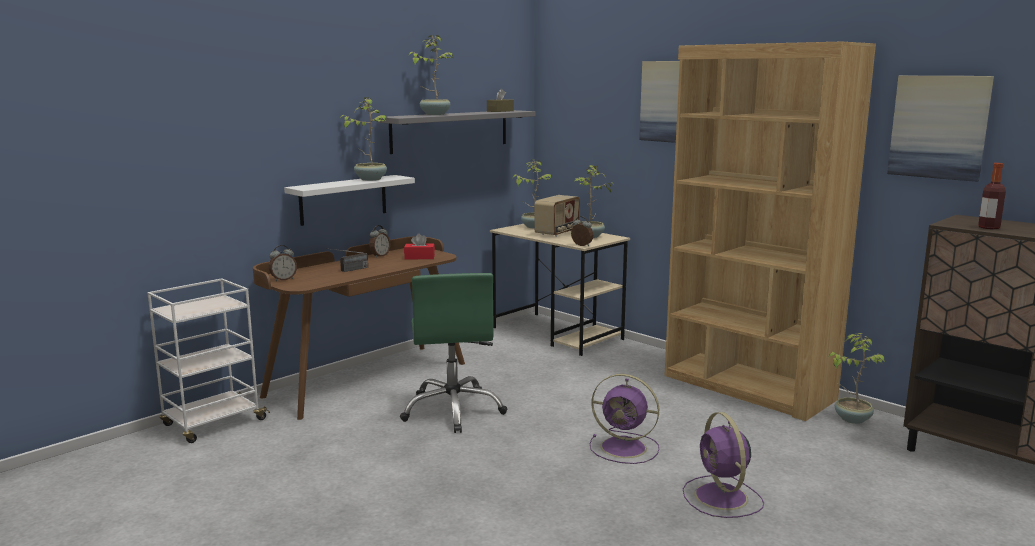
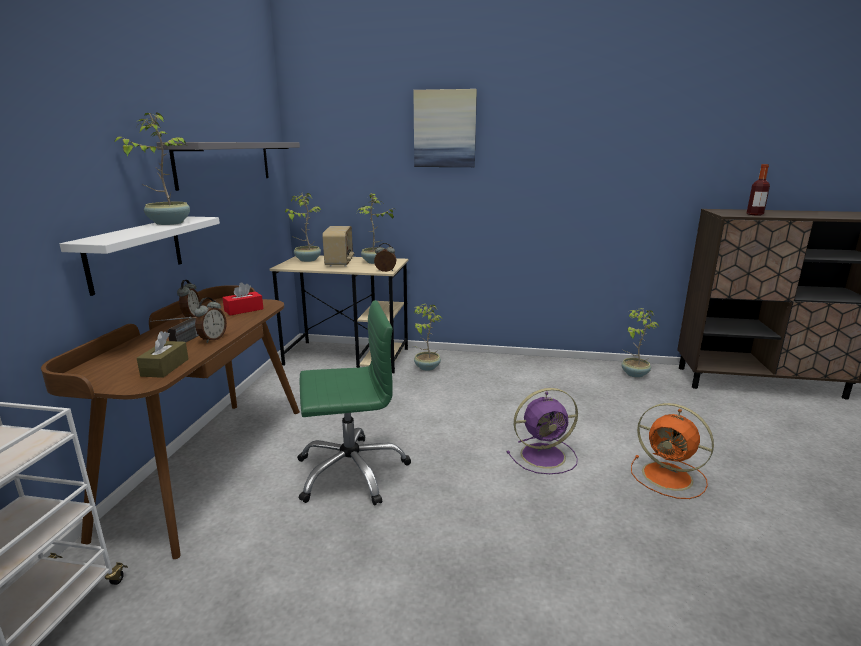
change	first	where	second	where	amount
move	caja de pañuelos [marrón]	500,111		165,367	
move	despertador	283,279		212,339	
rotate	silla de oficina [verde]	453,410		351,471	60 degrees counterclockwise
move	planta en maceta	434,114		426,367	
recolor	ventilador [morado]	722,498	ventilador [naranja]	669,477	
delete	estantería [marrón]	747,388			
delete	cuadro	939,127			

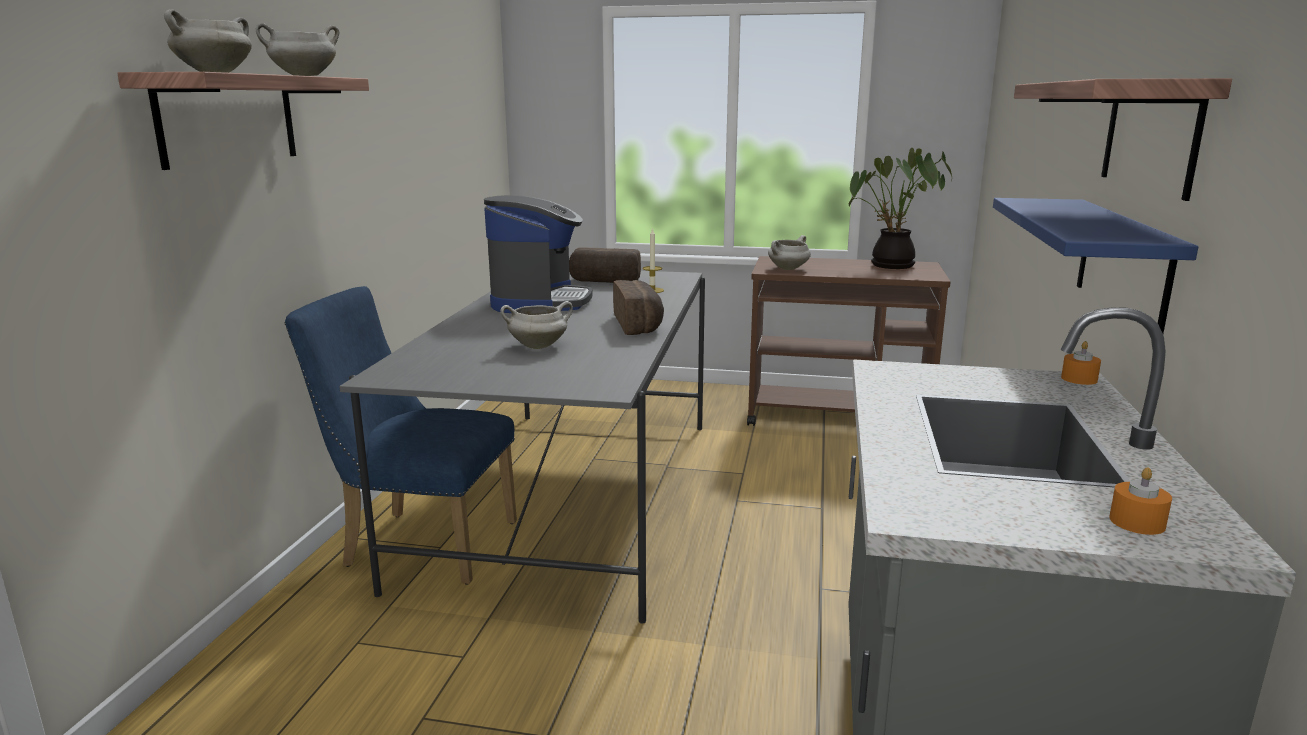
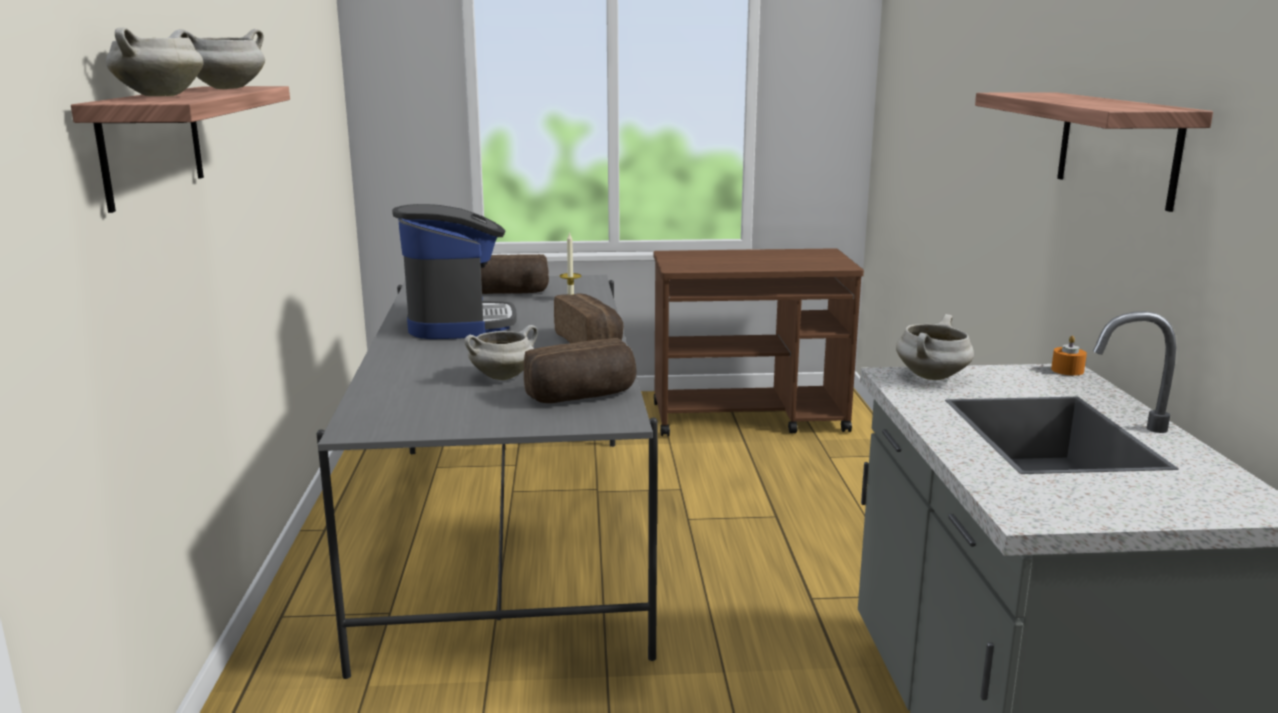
change	first	where	second	where	amount
insert			pan	582,396	
move	olla [blanco]	788,269		932,377	
delete	silla [azul]	419,543			
delete	planta en maceta	890,266			
delete	estante [azul]	1122,266			
delete	vela [naranja]	1137,522			

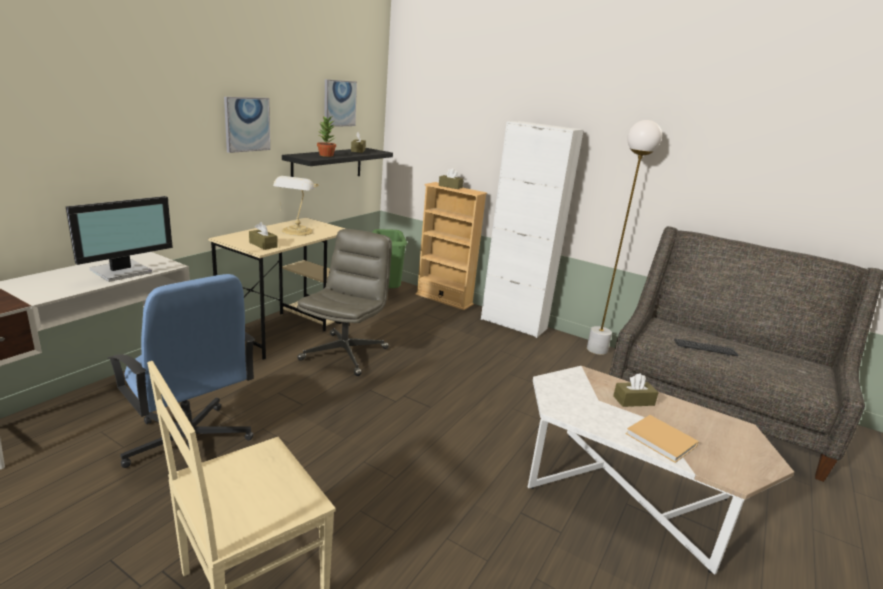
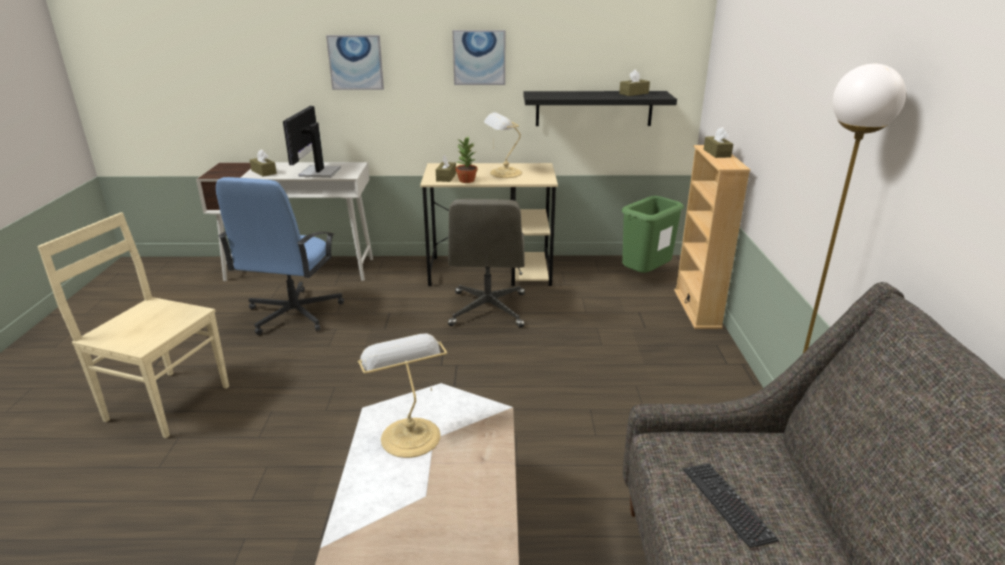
change	first	where	second	where	amount
move	caja de pañuelos [marrón]	633,401		264,172	
rotate	monitor	123,272		318,172	90 degrees clockwise
move	cuadro	339,103		356,62	
insert			lámpara de mesa	409,435	
rotate	silla de oficina [gris]	344,353		488,310	105 degrees clockwise
move	planta en maceta	326,155		466,180	
delete	armario [blanco]	513,324			
delete	libro [beis]	662,441			

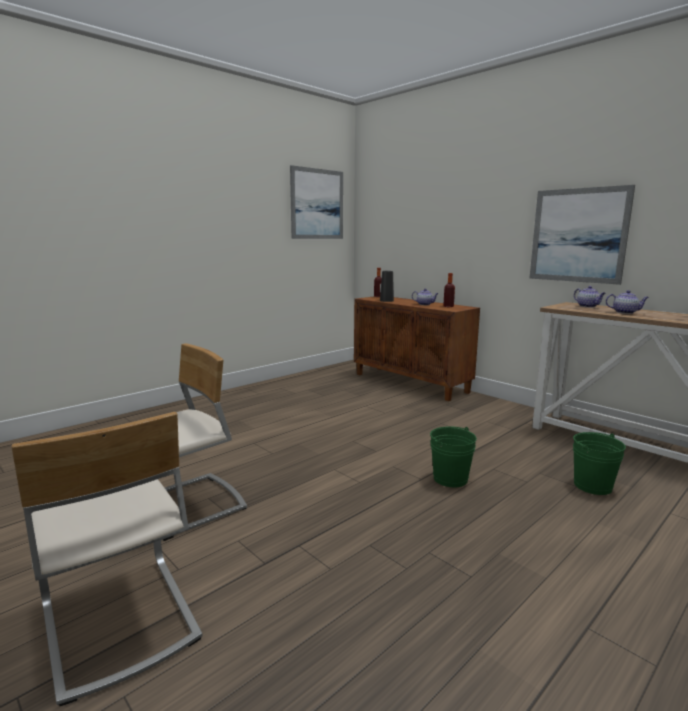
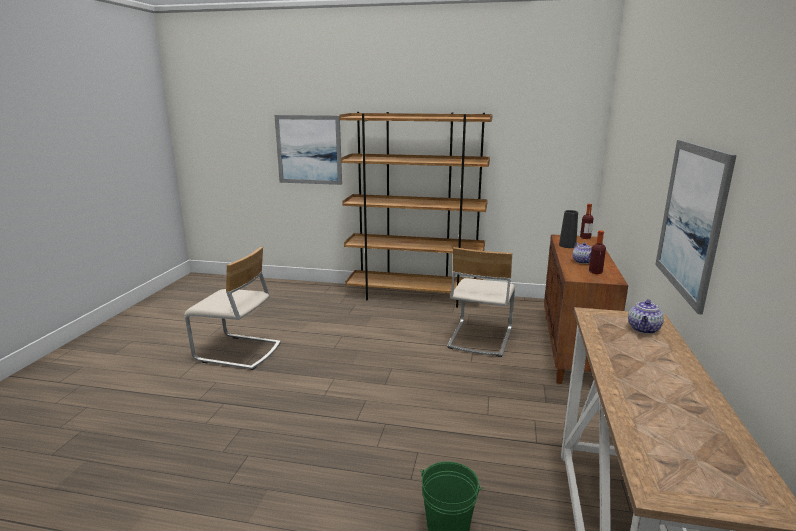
change	first	where	second	where	amount
move	cuadro	317,204		309,150	
insert			estantería [marrón]	414,296	
move	silla [beis]	117,622		479,338	
delete	cubo [verde]	450,478			
delete	tetera	625,312			

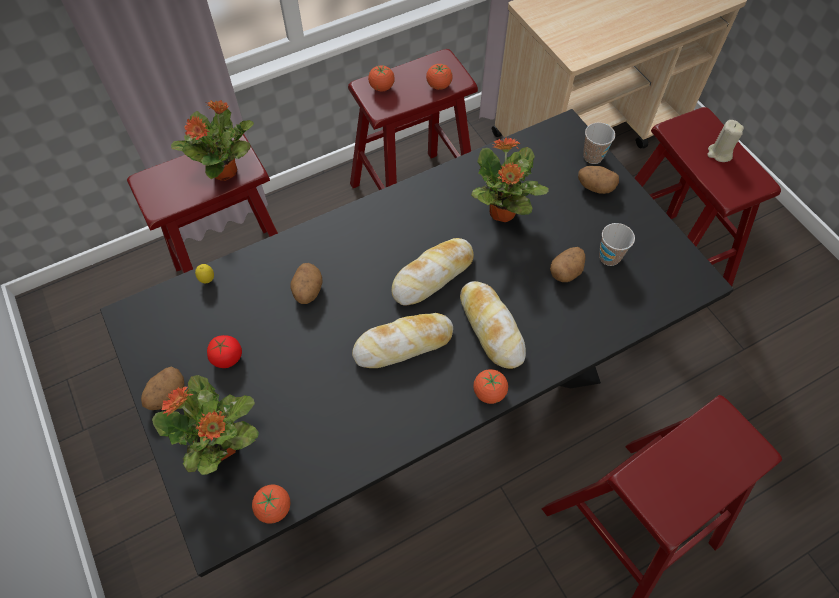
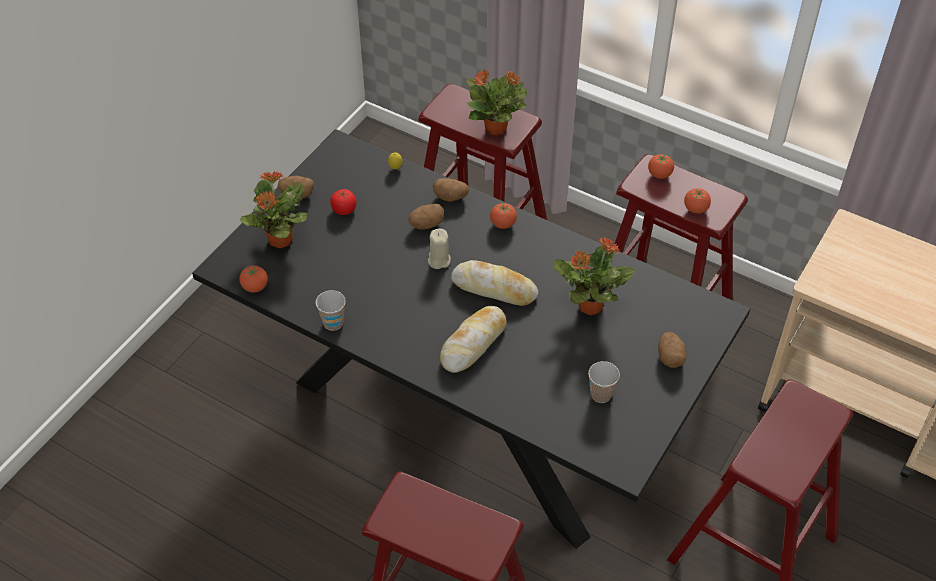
change	first	where	second	where	amount
move	taza	592,156		333,323	
move	vela [beis]	719,153		439,260	
move	patata	566,271		451,197	
move	tomate	489,392		503,224	
delete	pan	403,344			

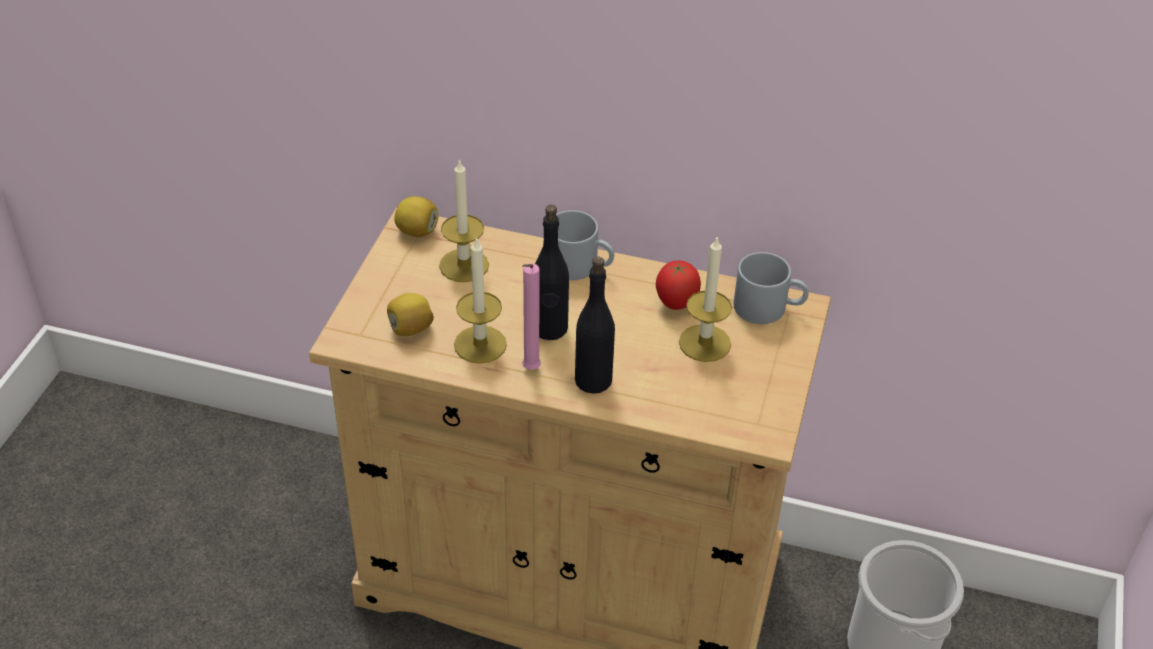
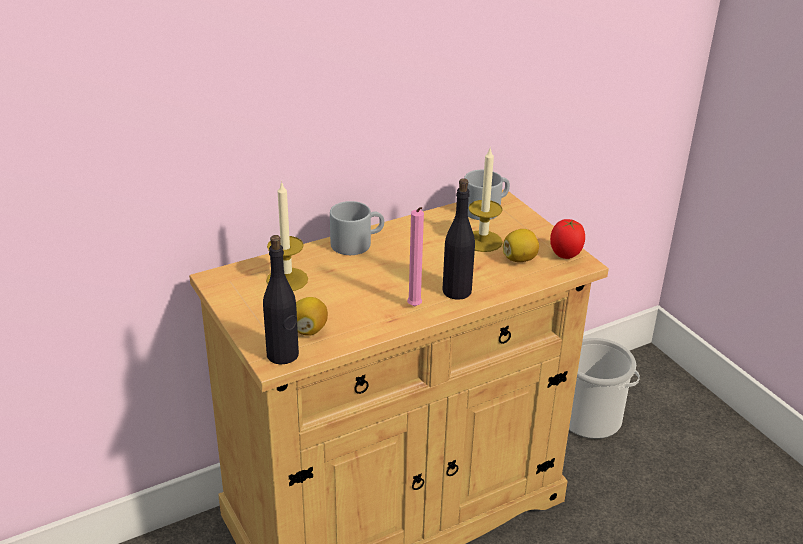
change	first	where	second	where	amount
move	botella [negro]	549,328		283,355	
move	limón	417,231		520,259	
move	tomate	675,304		565,255	
delete	vela	480,344			

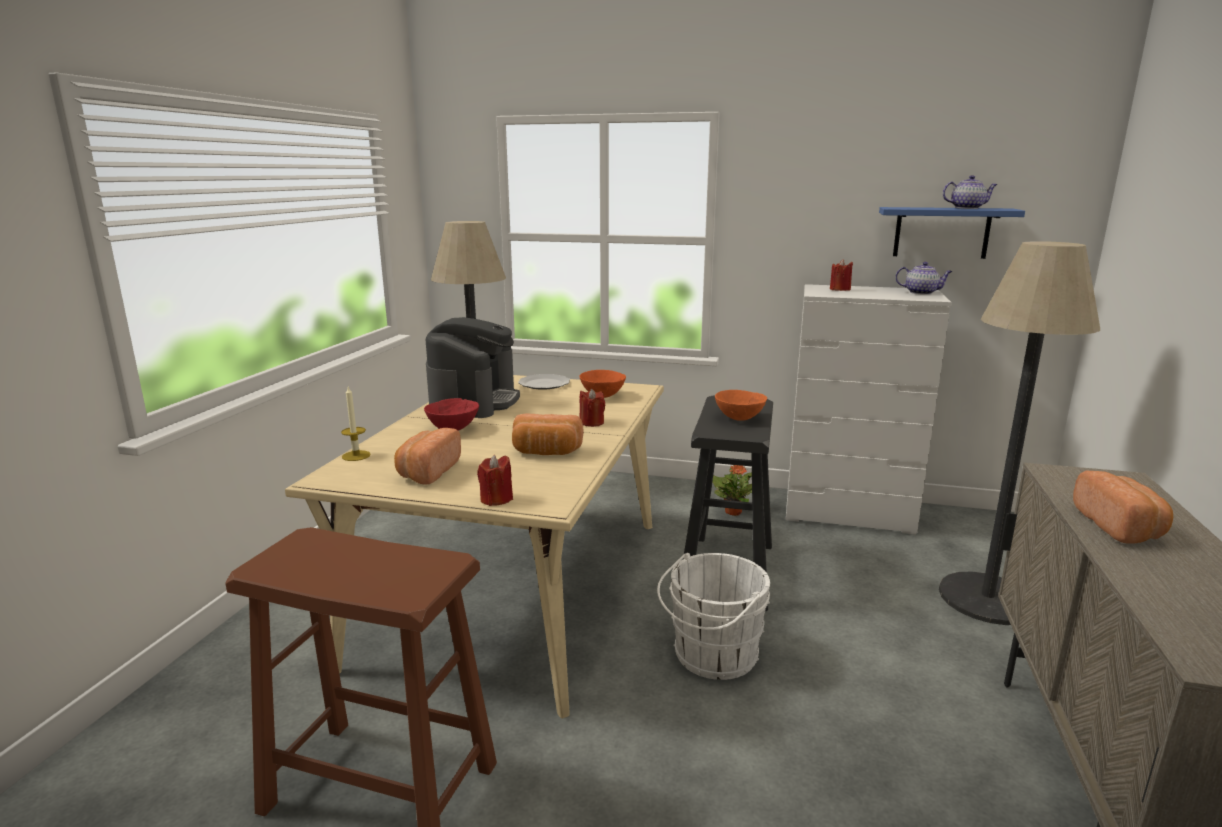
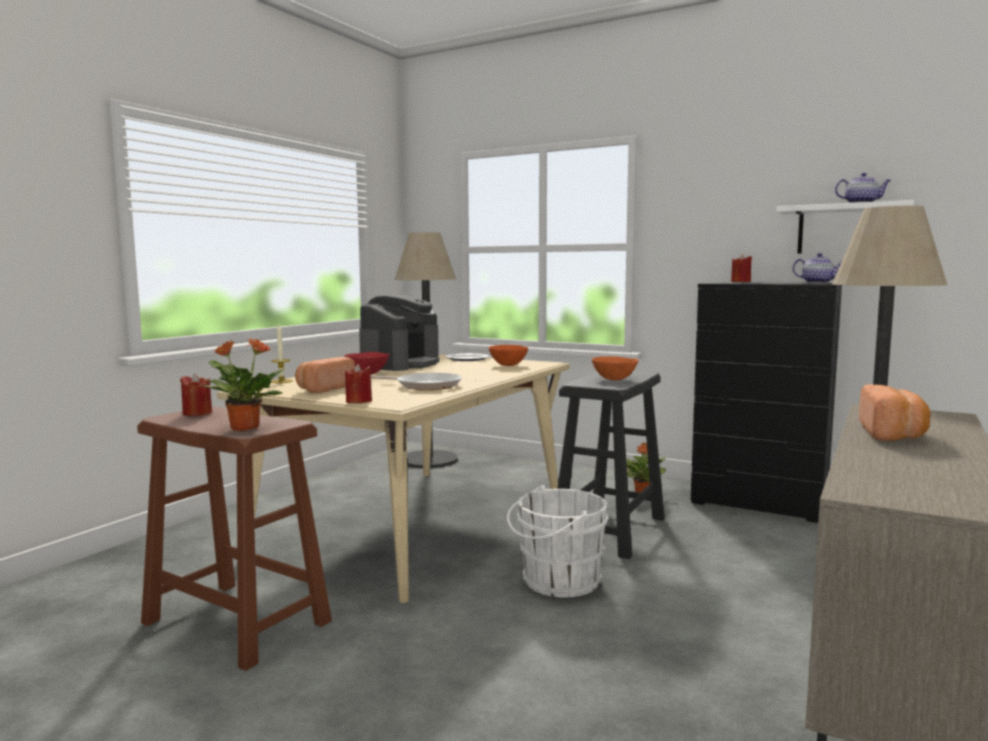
change	first	where	second	where	amount
move	vela [rojo]	591,422		197,413	
insert			planta en maceta	244,428	
replace	pan	546,452	sartén	425,386	
recolor	cómoda [blanco]	849,512	cómoda [negro]	760,503	
recolor	estante [azul]	941,232	estante [blanco]	843,229	

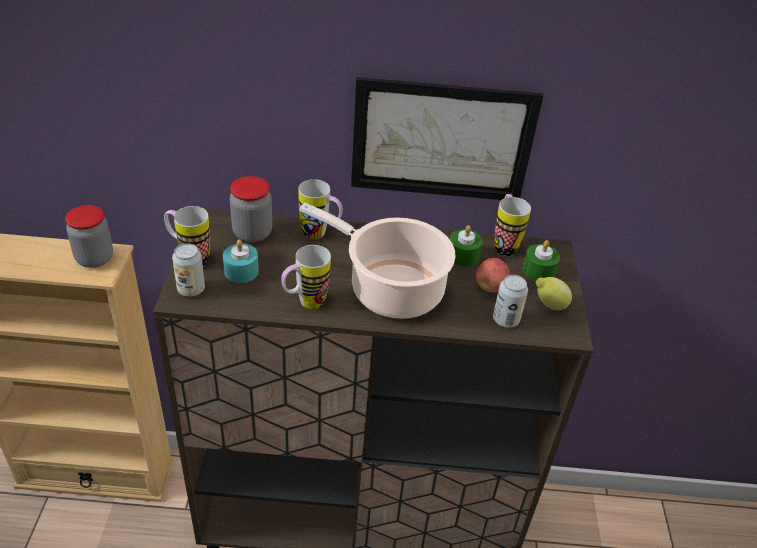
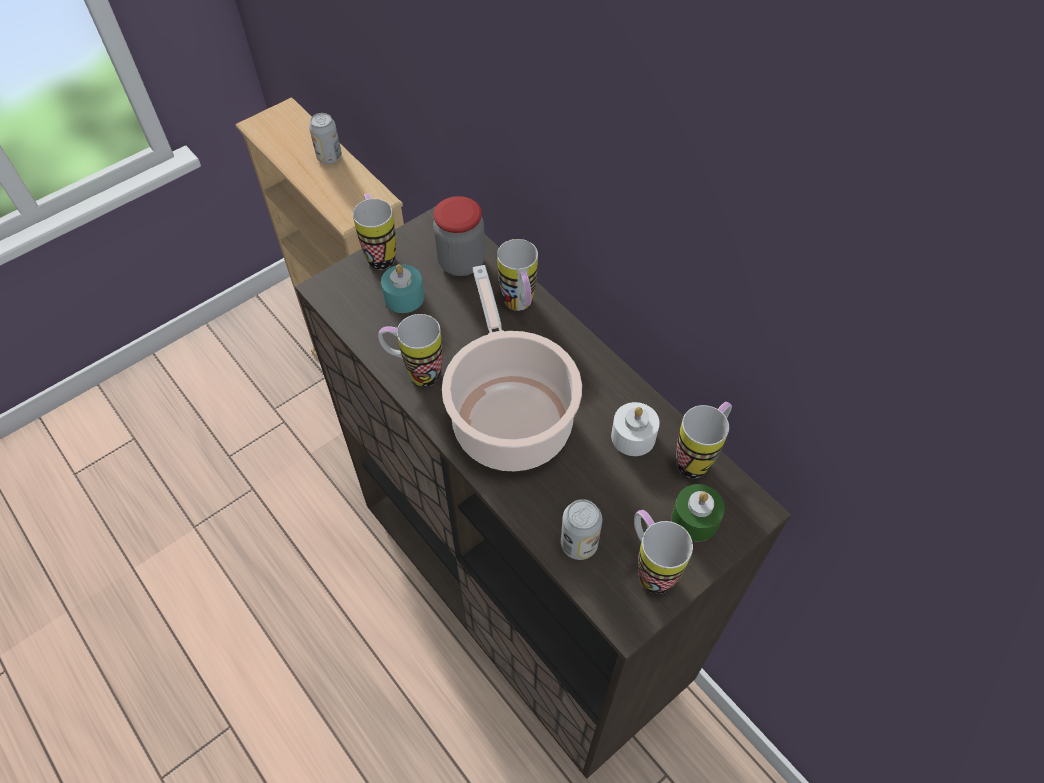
change	first	where	second	where	amount
move	lata	191,289		329,157	
recolor	vela [verde]	463,256	vela [blanco]	633,436	
replace	limón	549,305	taza grande	649,567	
delete	tarro	94,258			
delete	cuadro	442,141			
delete	manzana	490,287			

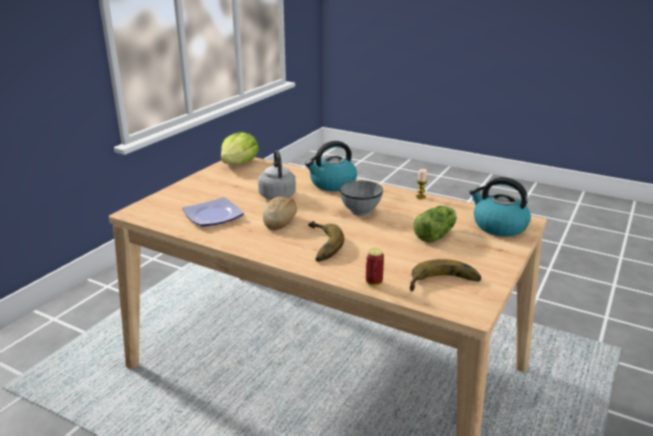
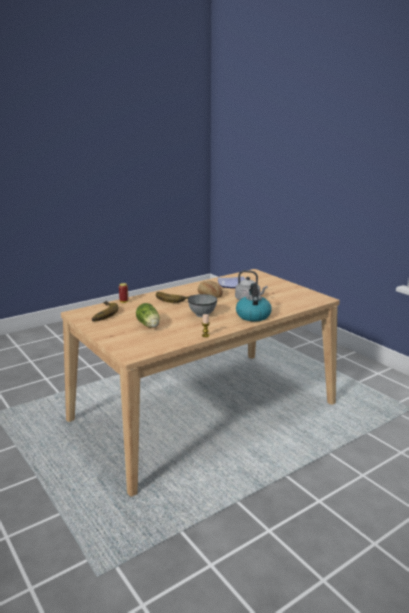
change	first	where	second	where	amount
delete	lechuga	239,163			
delete	hervidor	498,226			

